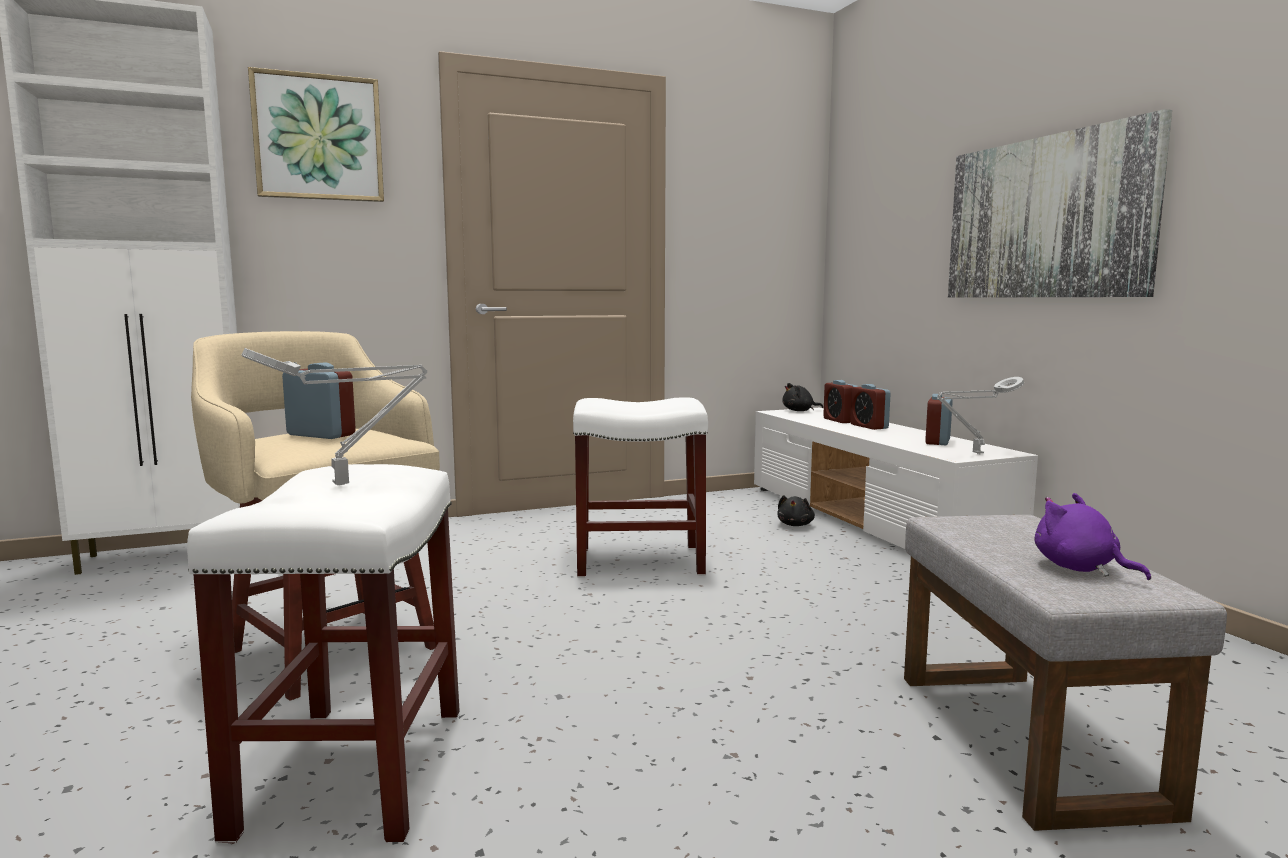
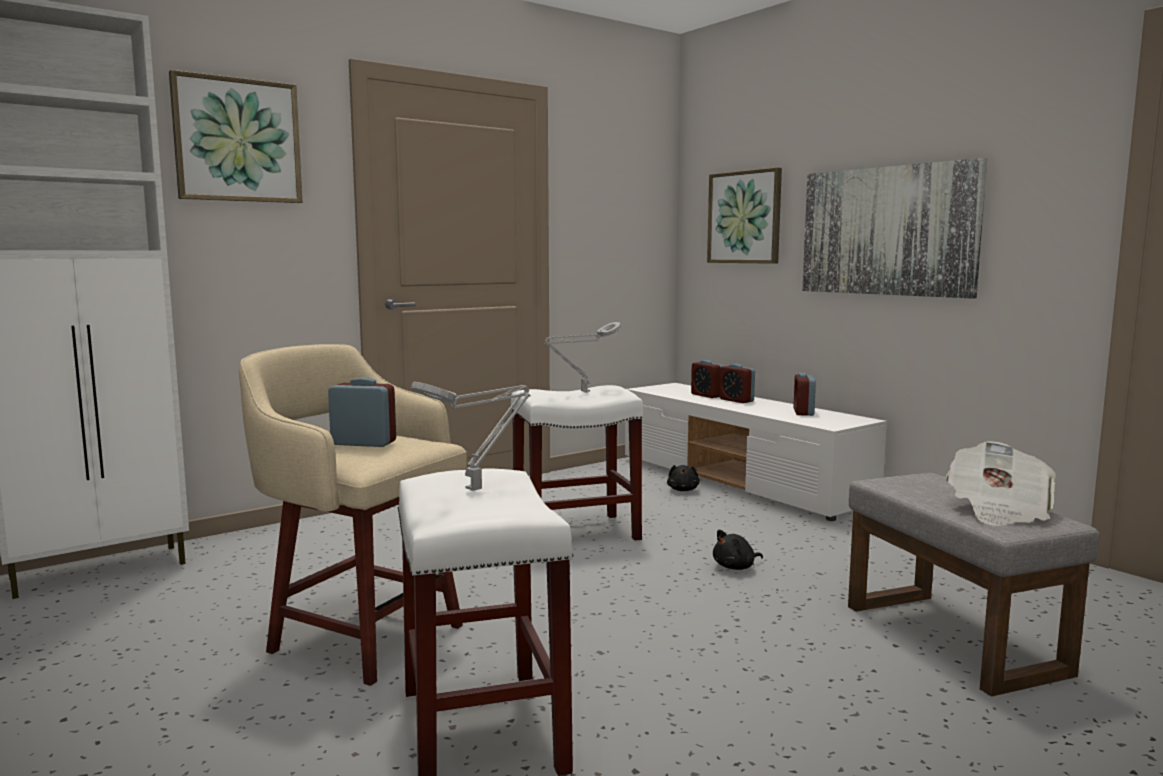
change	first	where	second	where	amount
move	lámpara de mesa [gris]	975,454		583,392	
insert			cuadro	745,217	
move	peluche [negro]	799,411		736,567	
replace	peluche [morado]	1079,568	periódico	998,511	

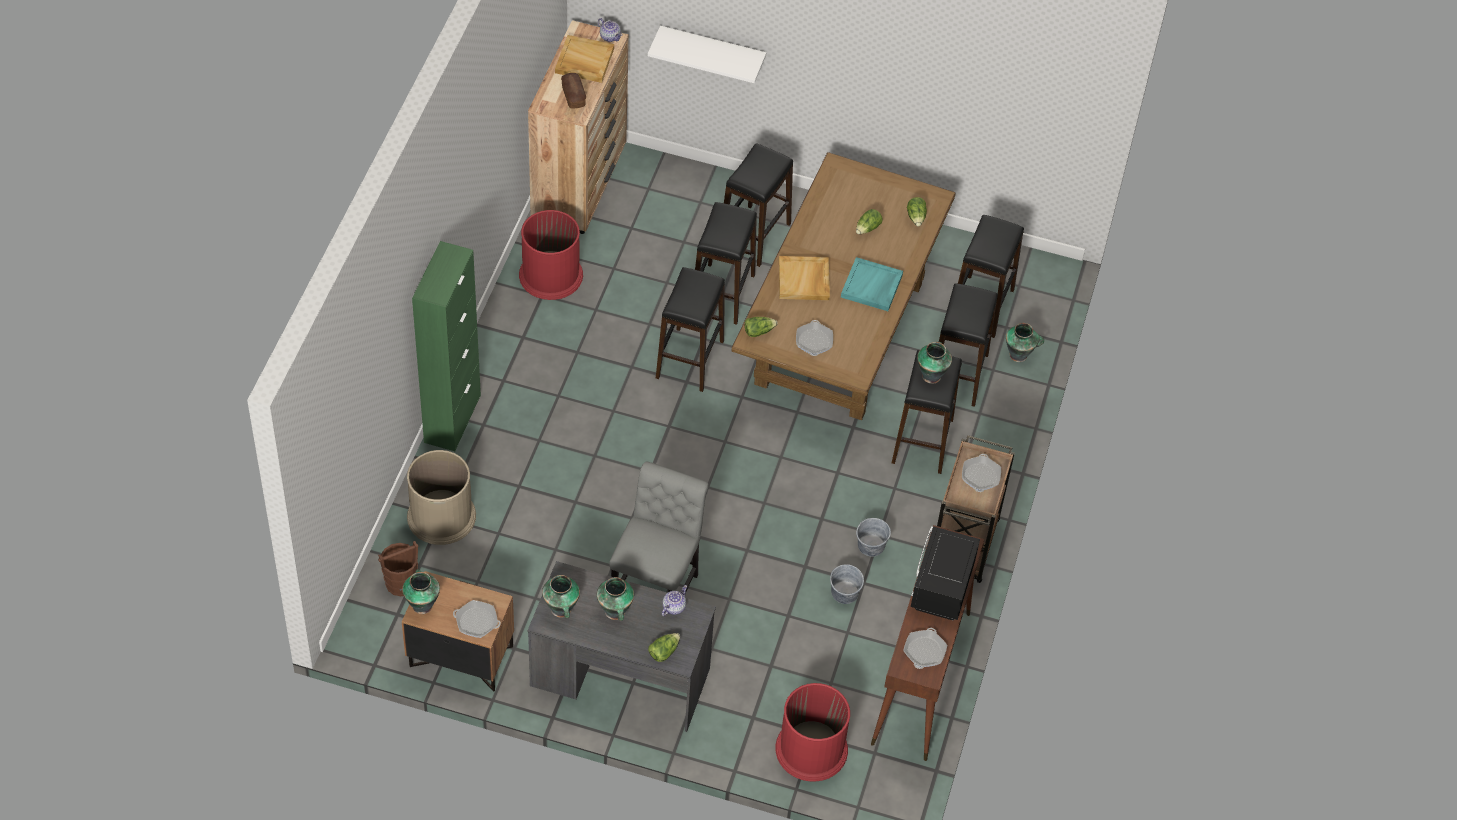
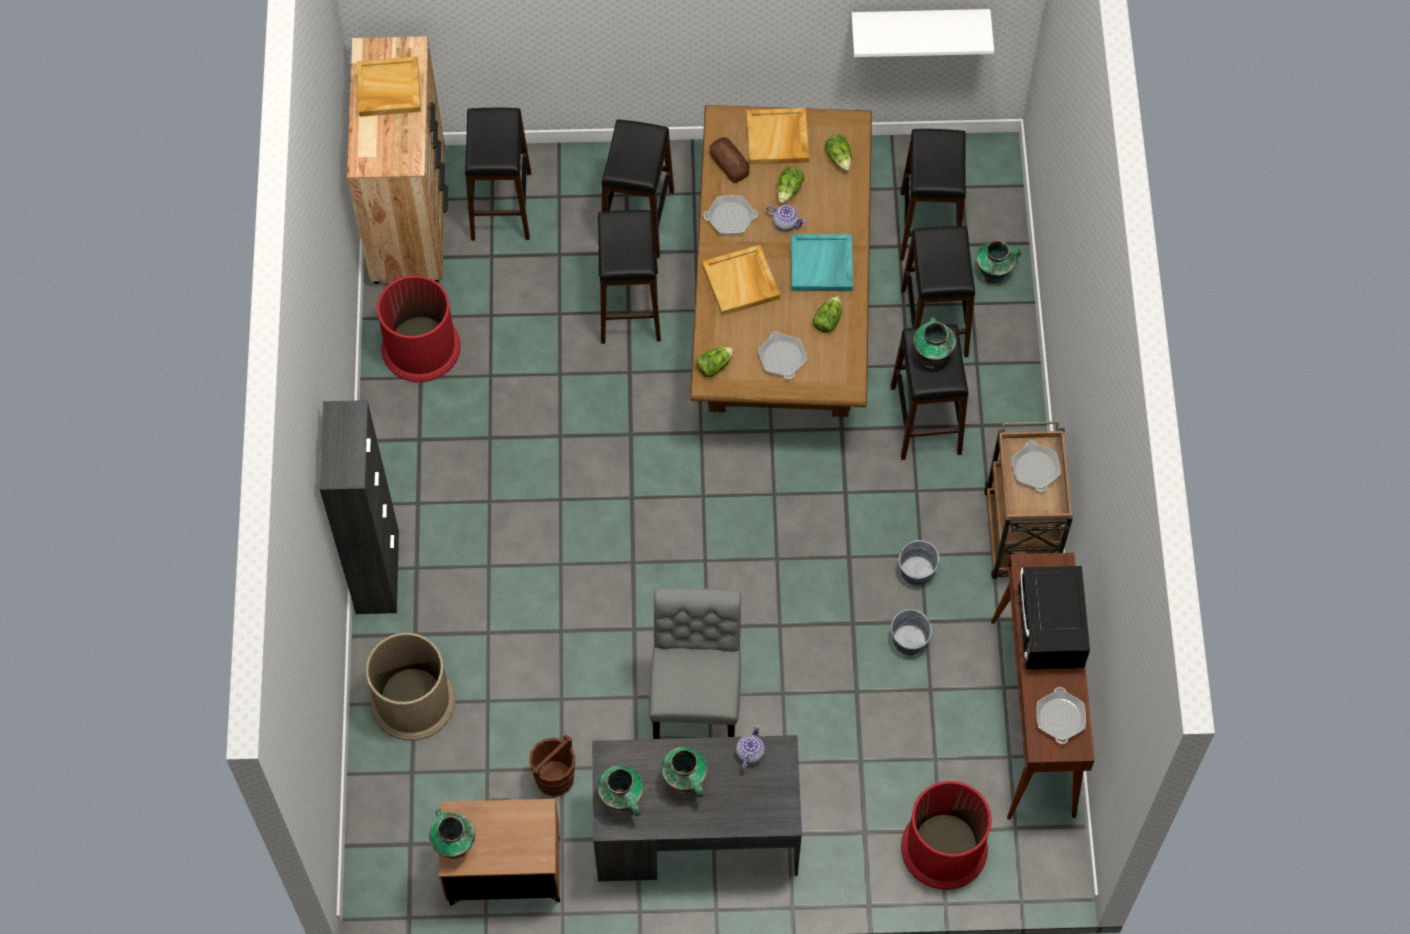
change	first	where	second	where	amount
recolor	armario [verde]	452,419	armario [negro]	377,572	
move	taburete [negro]	689,359		501,205	
move	cubo [marrón]	401,582		554,778	
move	sartén	476,622		730,218	
move	pan	573,96		729,165	
insert			bandeja [beis]	778,138	
move	tetera	610,36		785,223	
move	lechuga	663,651		827,320	
move	estante [blanco]	712,50		919,22	

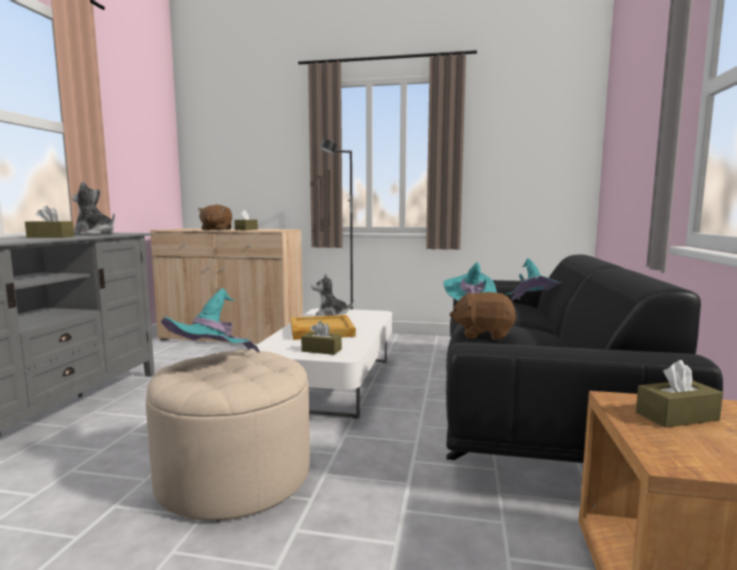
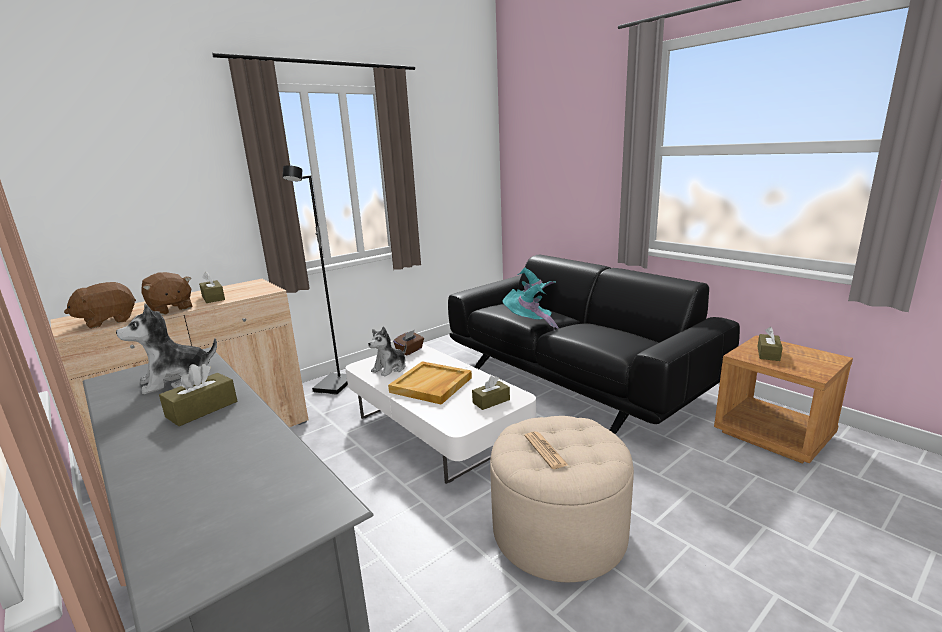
change	first	where	second	where	amount
move	peluche [marrón]	483,334		108,321	
insert			caja de pañuelos [marrón]	410,351	
replace	sombrero [turquesa]	212,364	periódico	545,450	

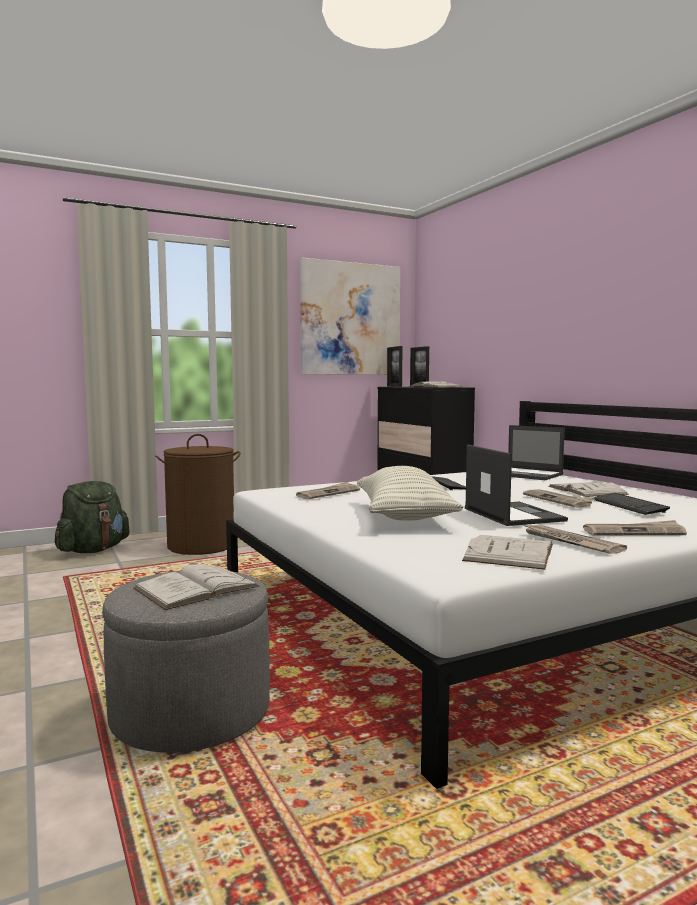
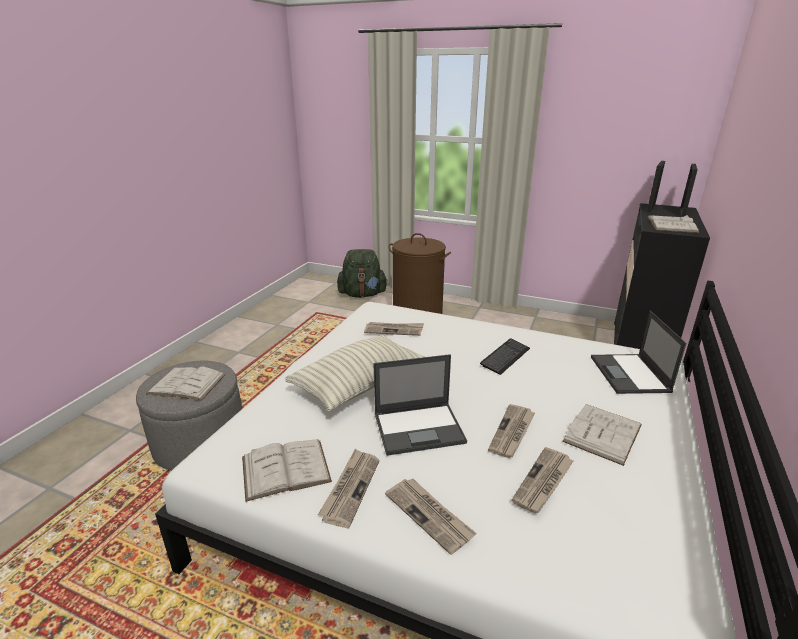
change	first	where	second	where	amount
rotate	portátil	512,514		420,428	45 degrees clockwise
replace	teclado	628,505	periódico	543,482	
delete	cuadro	350,319			

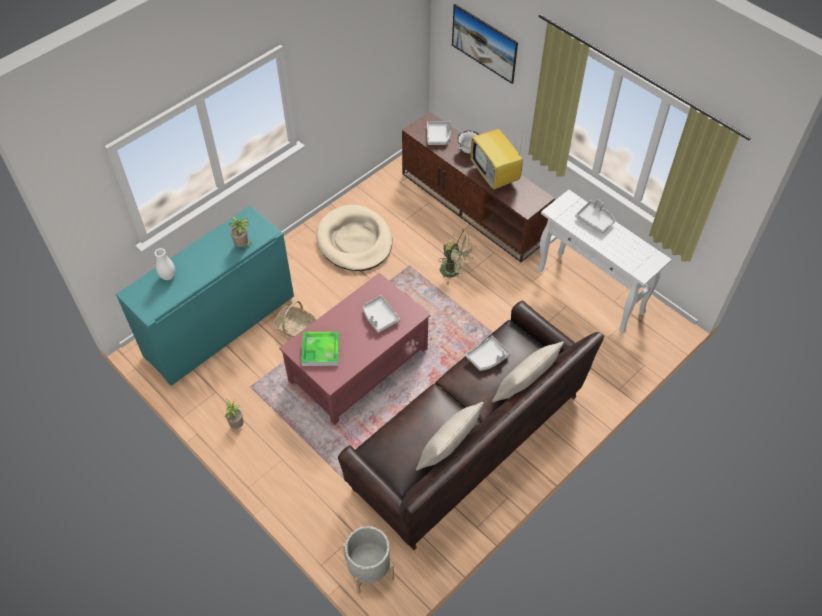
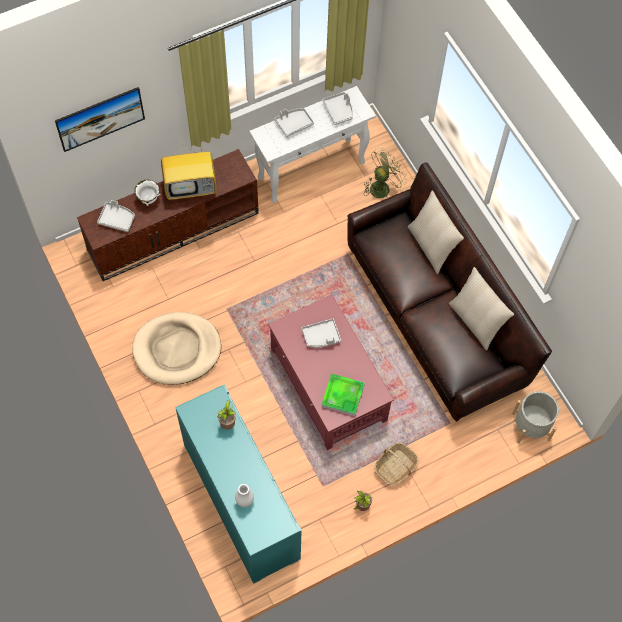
change	first	where	second	where	amount
move	bandeja [gris]	487,357		339,111	
move	ventilador [verde]	454,271		382,186	
move	cesta	295,327		395,467	

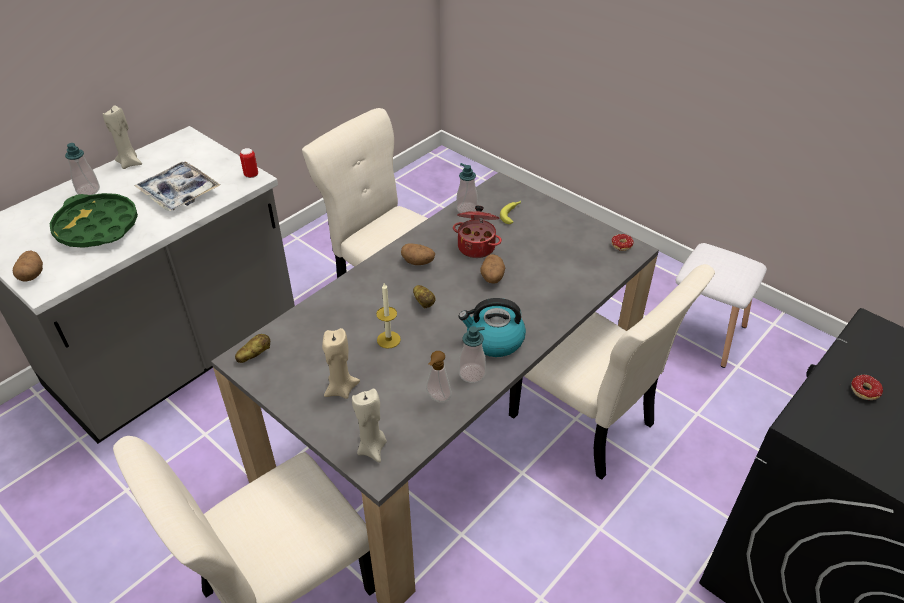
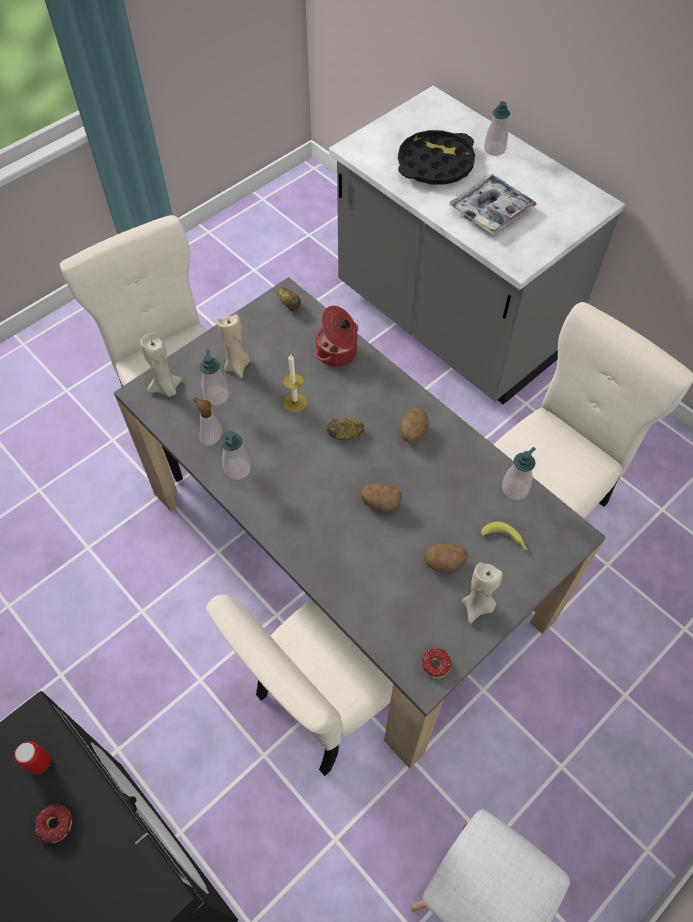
change	first	where	second	where	amount
move	lata	251,175		39,762	
insert			dispensador de jabón	216,396	
move	olla	477,246		337,353	
recolor	bandeja [verde]	97,227	bandeja [negro]	435,164	
move	patata	32,275		444,562	
move	vela [beis]	130,163		477,606	
delete	hervidor	494,340			

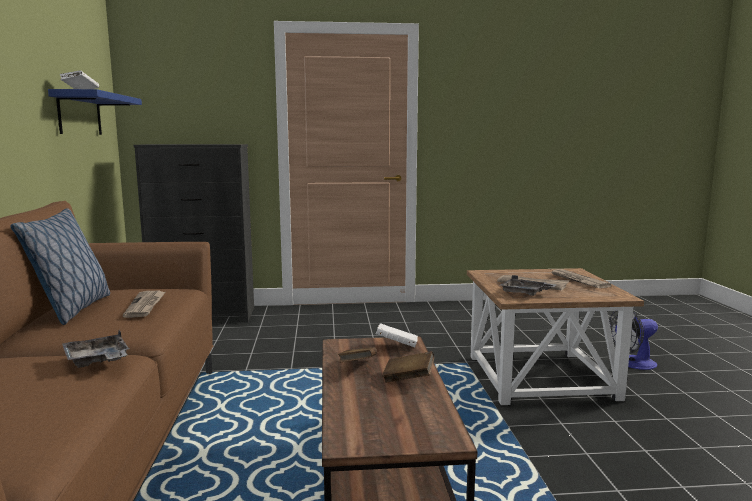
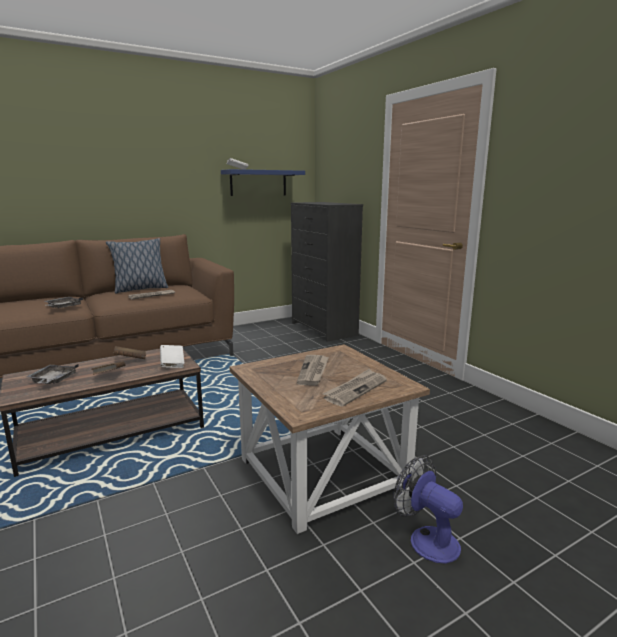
change	first	where	second	where	amount
move	bandeja [gris]	525,293		53,380	

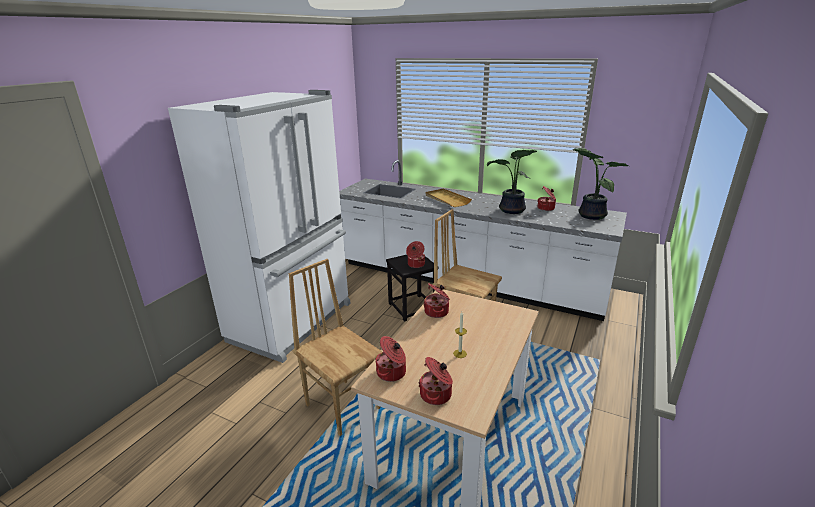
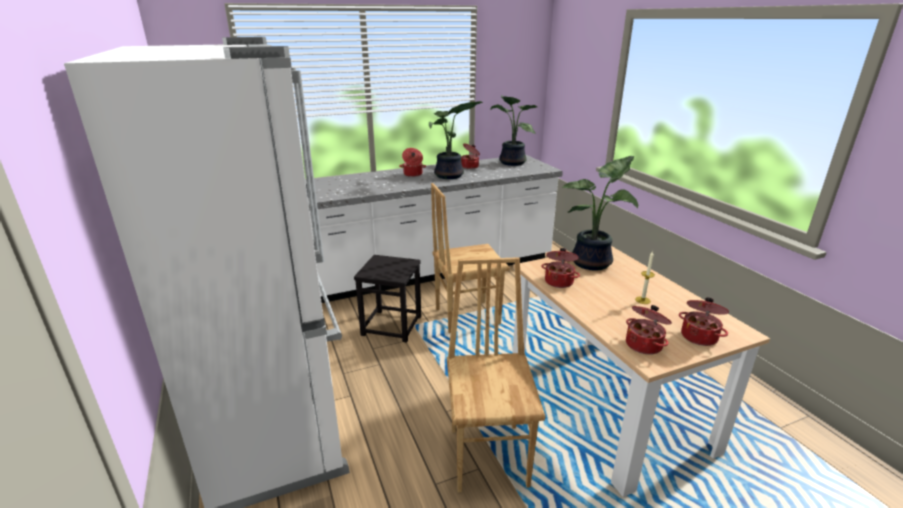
change	first	where	second	where	amount
move	olla	415,264		413,174	
rotate	silla [marrón]	343,405		490,456	90 degrees clockwise
insert			planta en maceta	594,263	
delete	bandeja [beis]	447,199			

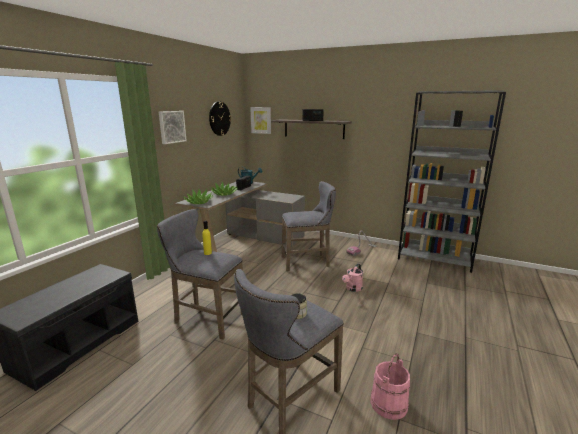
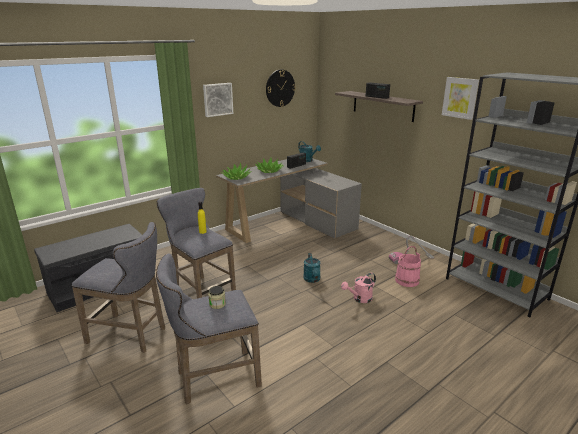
change	first	where	second	where	amount
move	taburete [gris]	308,262		131,335	
insert			regadera [turquesa]	312,280	
move	cubo [rosa]	389,404		407,280	
move	cuadro	261,120		460,97	

